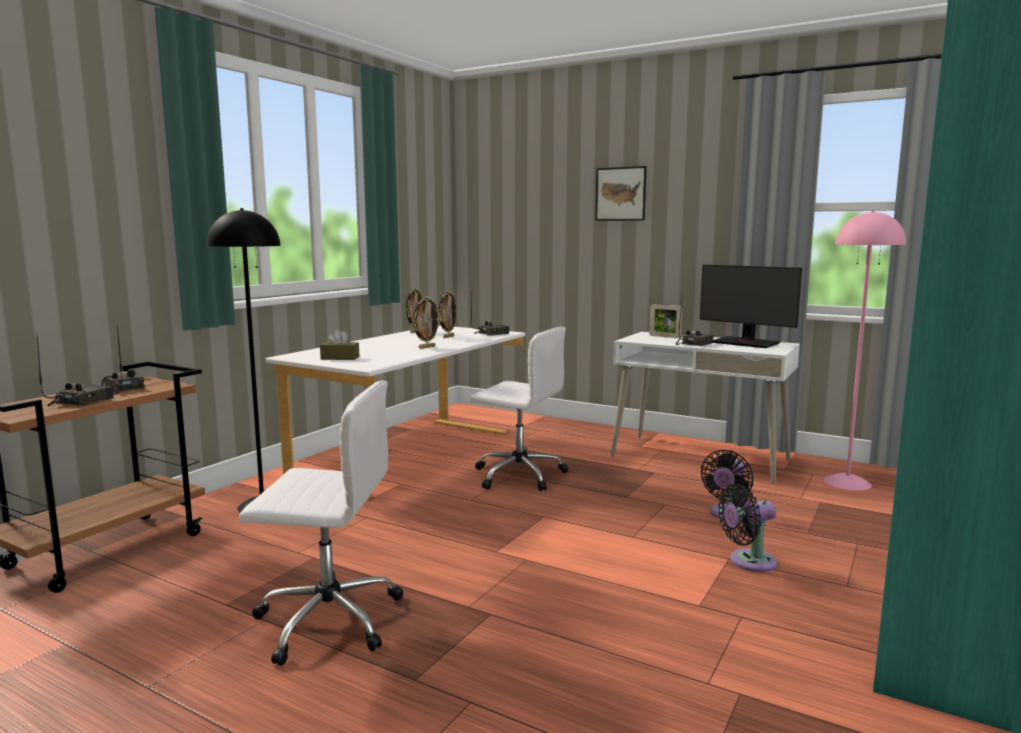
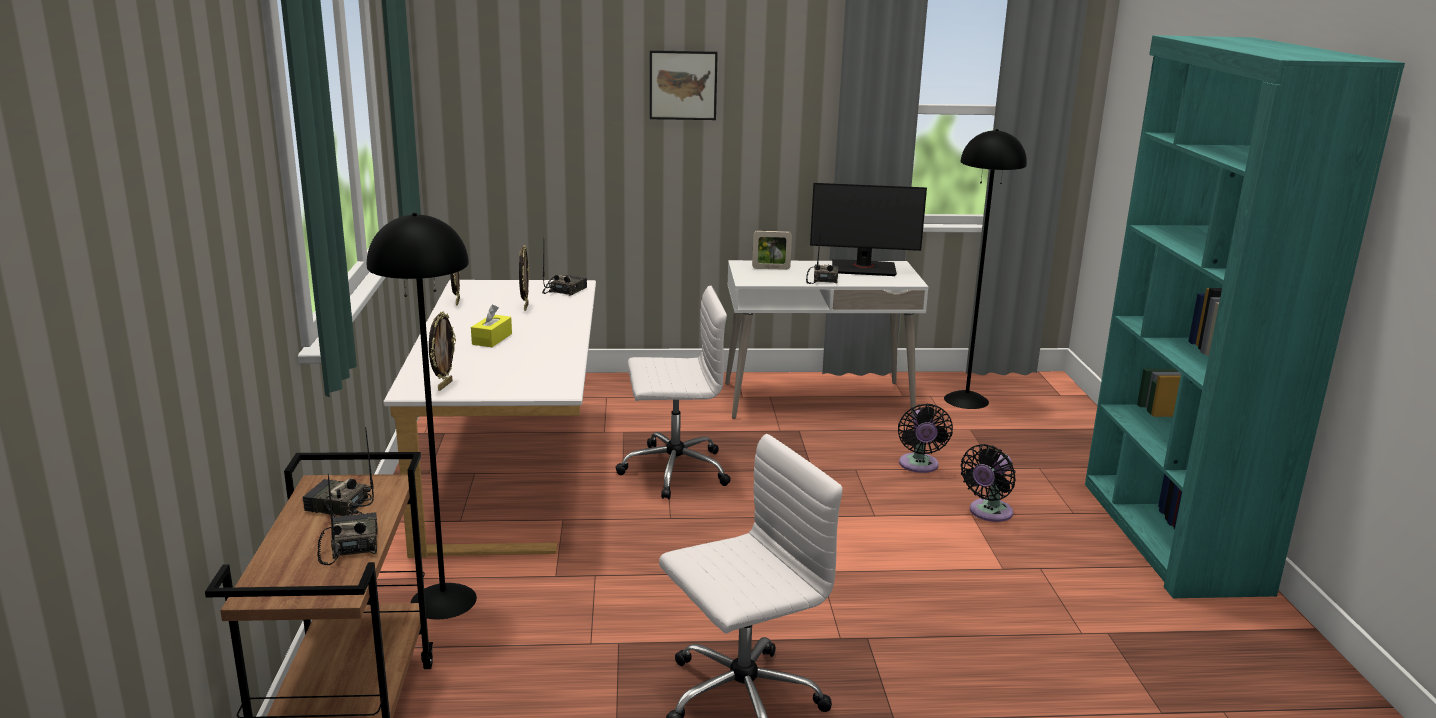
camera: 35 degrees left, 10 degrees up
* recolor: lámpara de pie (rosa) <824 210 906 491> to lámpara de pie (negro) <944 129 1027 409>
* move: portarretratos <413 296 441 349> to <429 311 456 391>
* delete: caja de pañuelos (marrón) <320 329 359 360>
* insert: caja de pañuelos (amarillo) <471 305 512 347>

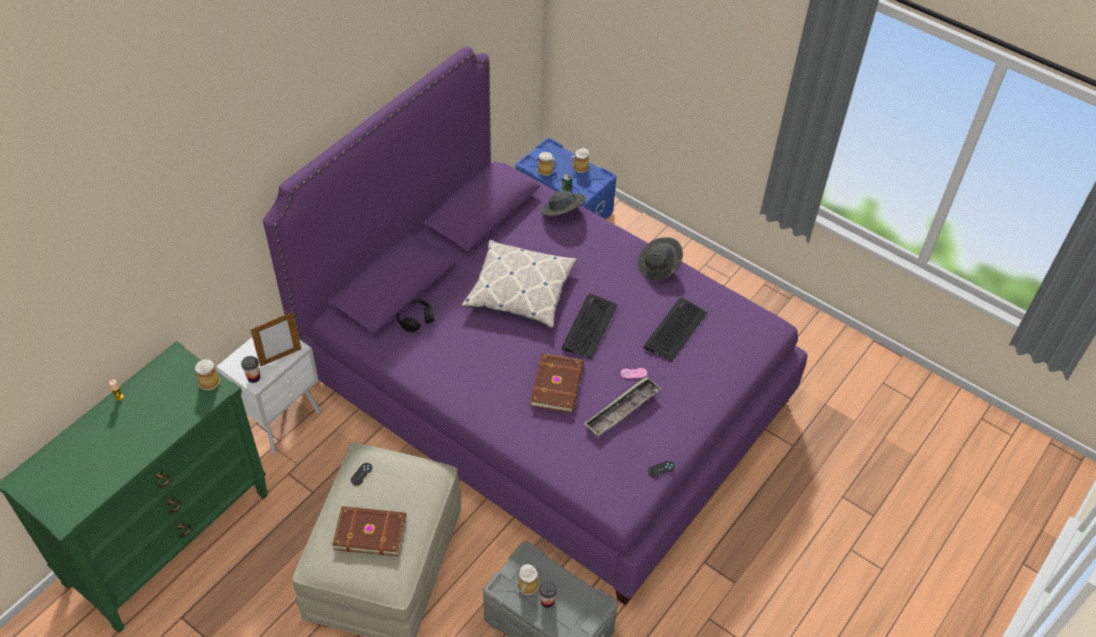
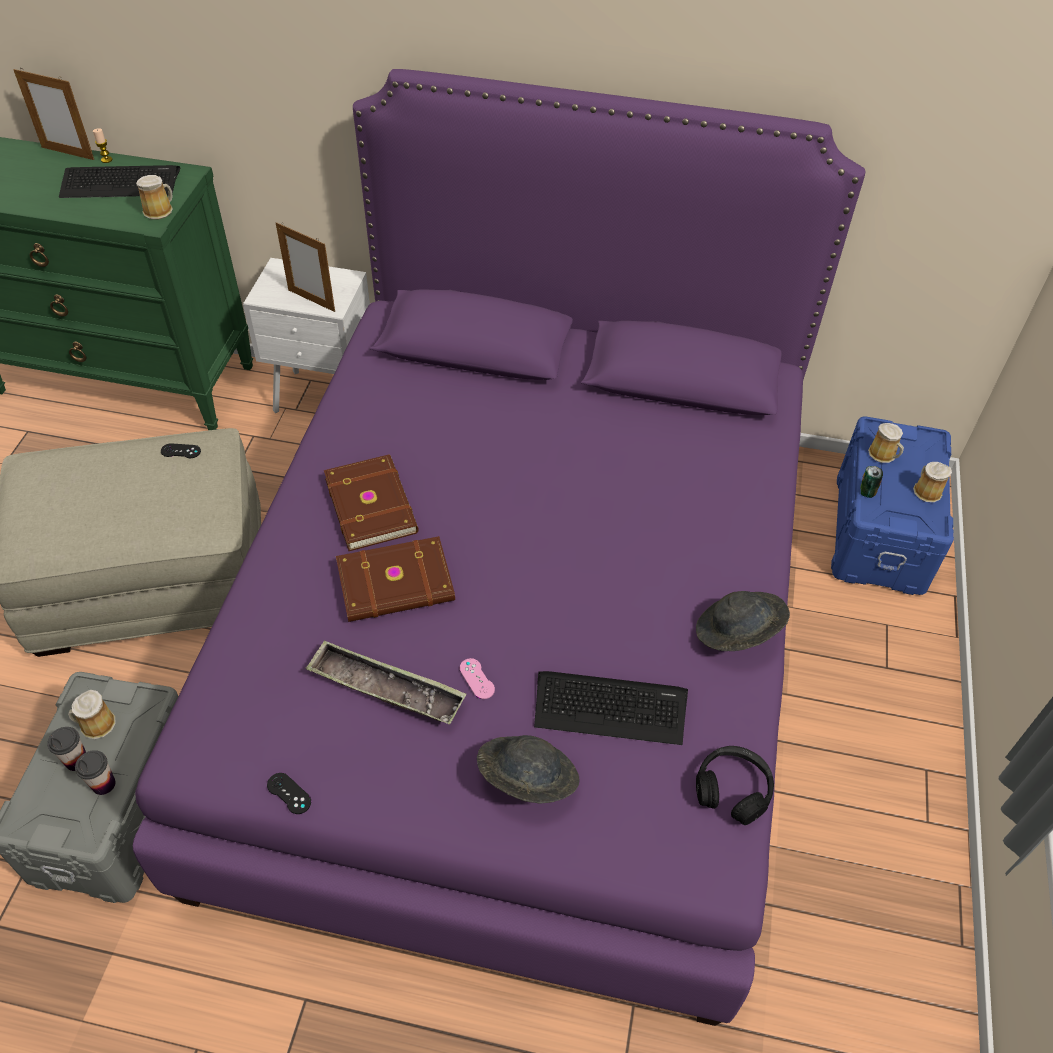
camera: 65 degrees right, 0 degrees up
* move: sombrero (gris) <541 190 586 216> to <477 735 579 803>
* delete: cojín <462 240 577 328>
* move: teclado <562 293 618 359> to <59 165 180 198>
* move: auriculares (negro) <396 299 434 332> to <696 746 774 825>
* move: taza <241 356 260 383> to <75 750 115 795>
* move: libro (marrón) <332 506 406 556> to <324 455 419 551>
* insert: portarretratos <13 69 94 160>

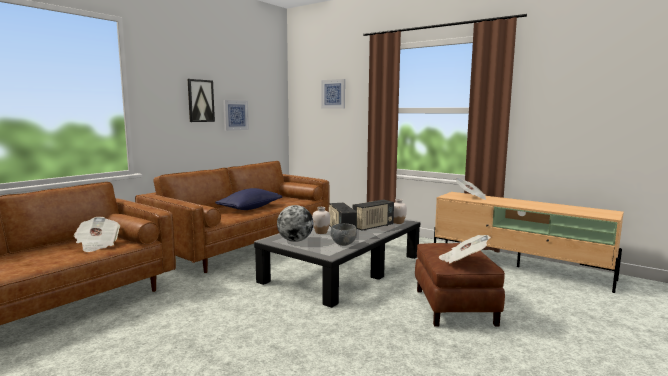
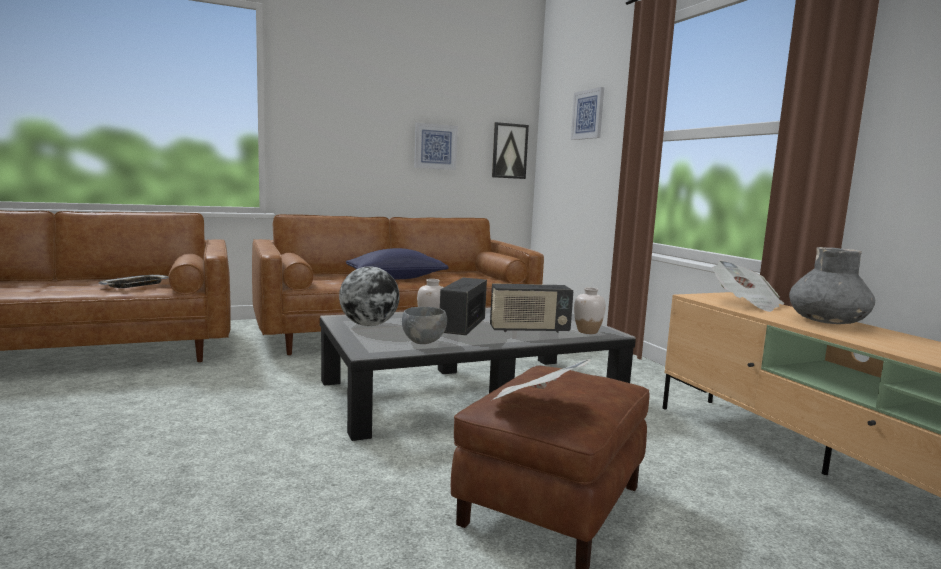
camera: 30 degrees right, 0 degrees up
* move: cuadro <188 79 215 122> to <492 122 529 179>
* replace: periódico <74 217 120 252> to bandeja <98 275 169 288>
* insert: florero (gris) <789 247 875 324>

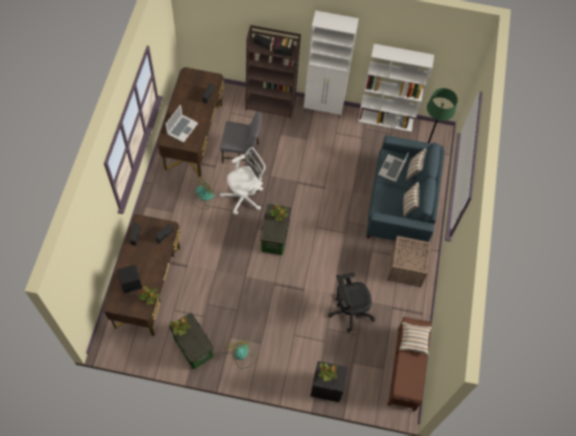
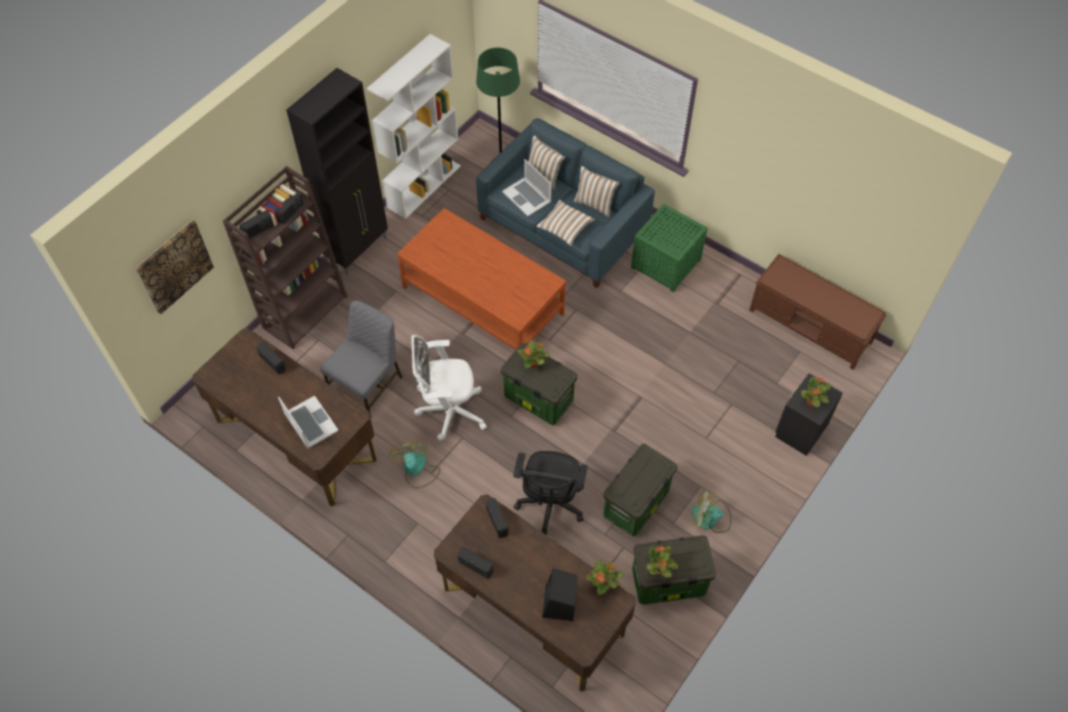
camera: 60 degrees left, 5 degrees down
* recolor: armario (blanco) <304 11 359 119> to armario (negro) <286 68 388 275>
* rotate: silla de oficina (blanco) <220 147 266 215> = <411 335 487 441> 90 degrees counterclockwise
* recolor: mesa auxiliar (marrón) <387 236 431 287> to mesa auxiliar (verde) <631 204 707 293>
* move: silla de oficina (negro) <328 273 376 333> to <513 451 588 535>
* move: cojín <399 322 432 356> to <536 200 595 246>
* insert: mesa de centro (marrón) <397 208 566 350>
* insert: cuadro <136 220 214 314>
* insert: caja de almacenaje <603 444 678 536>

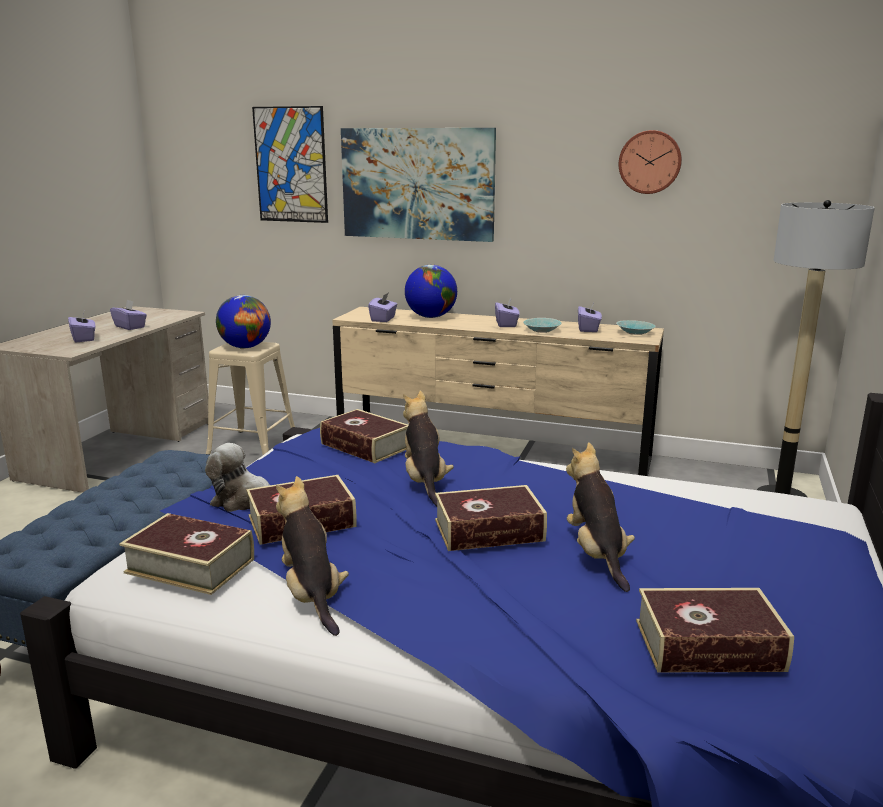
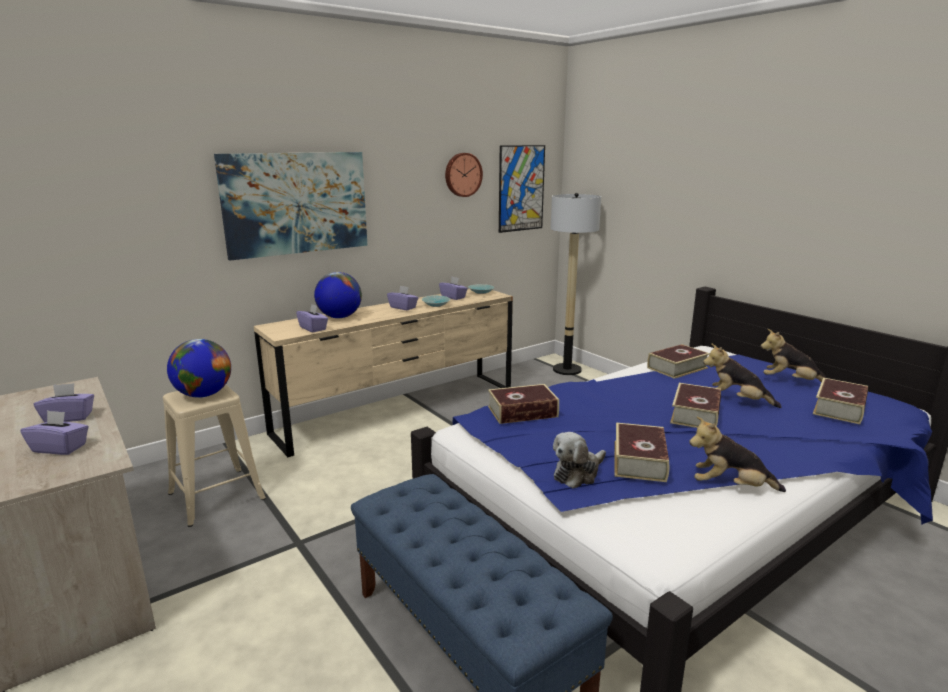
camera: 55 degrees left, 0 degrees up
* move: cuadro <252 106 328 223> to <499 145 545 233>
* move: peluche <403 391 454 506> to <761 329 826 382>
* move: libro <119 513 254 595> to <647 344 710 379>

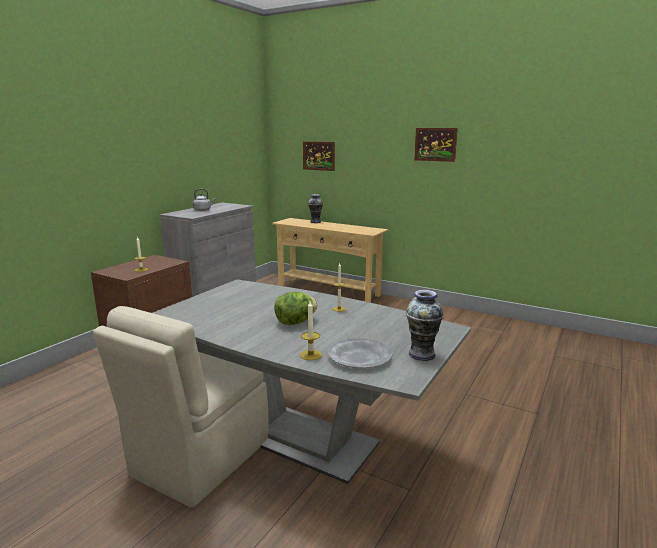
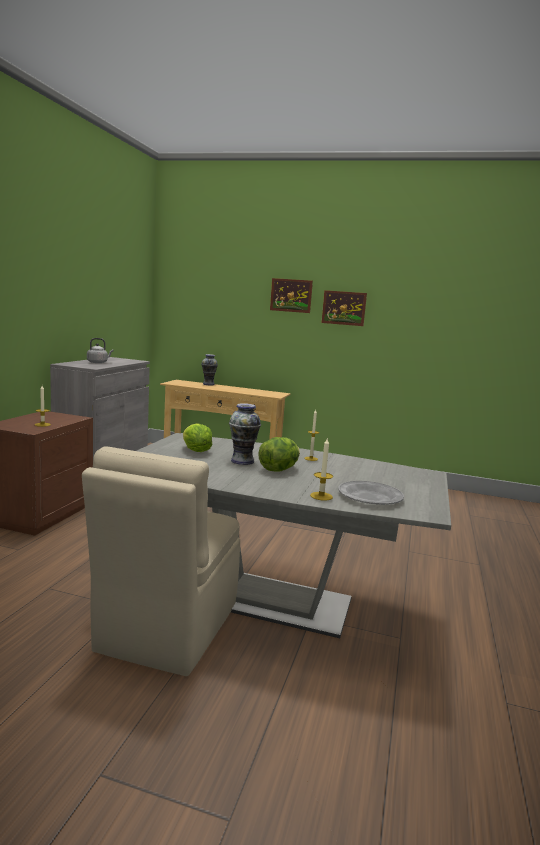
camera: 15 degrees left, 5 degrees down
* move: cuadro <303 141 335 171> to <270 278 313 313>
* move: florero <406 290 444 361> to <229 403 261 465>
* insert: lechuga <183 423 212 452>

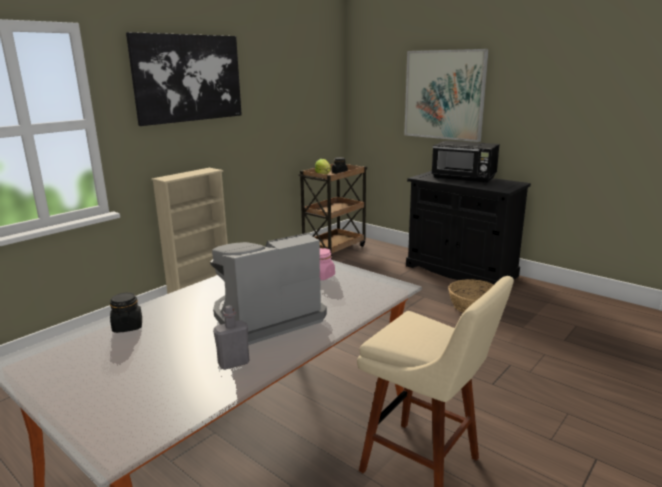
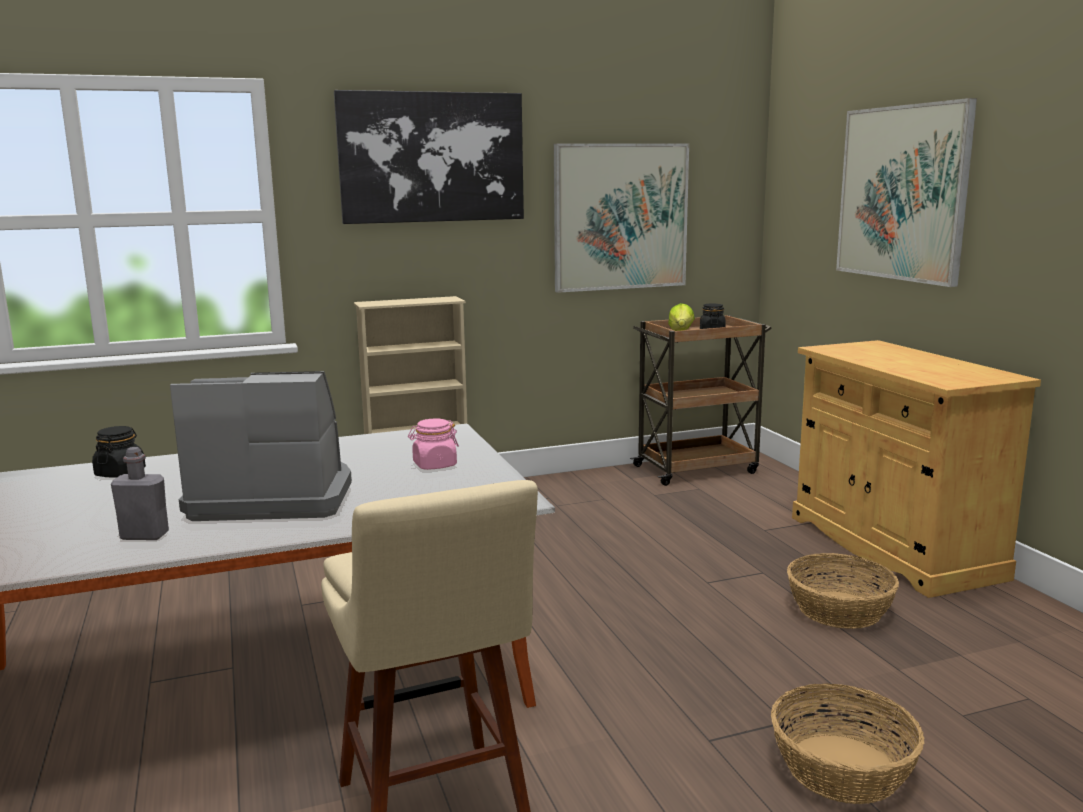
camera: 30 degrees right, 5 degrees down
* delete: microondas (negro) <431 141 500 183>
* recolor: armario (negro) <406 171 531 286> to armario (beis) <792 340 1041 598>
* insert: cuadro <554 143 689 293>
* insert: cesta <771 683 924 804>

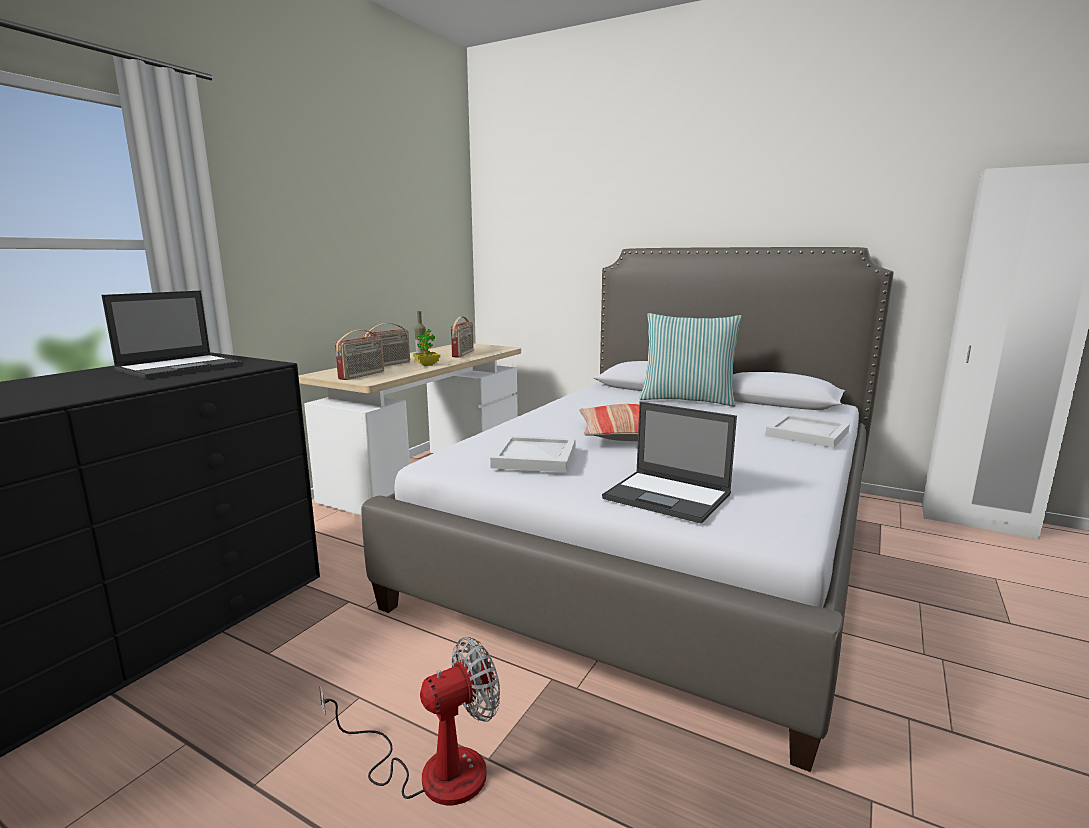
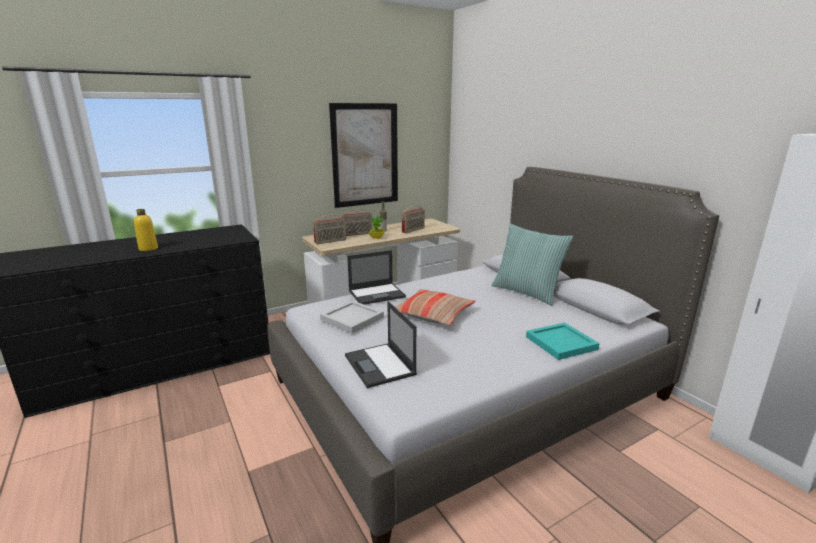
camera: 30 degrees right, 5 degrees up
* move: portátil <101 291 243 379> to <347 250 406 305>
* recolor: bandeja (blanco) <765 414 850 448> to bandeja (turquesa) <526 323 600 360>
* delete: ventilador <319 637 500 805>
* insert: cuadro <329 103 398 208>
* insert: botella (amarillo) <134 209 158 251>

